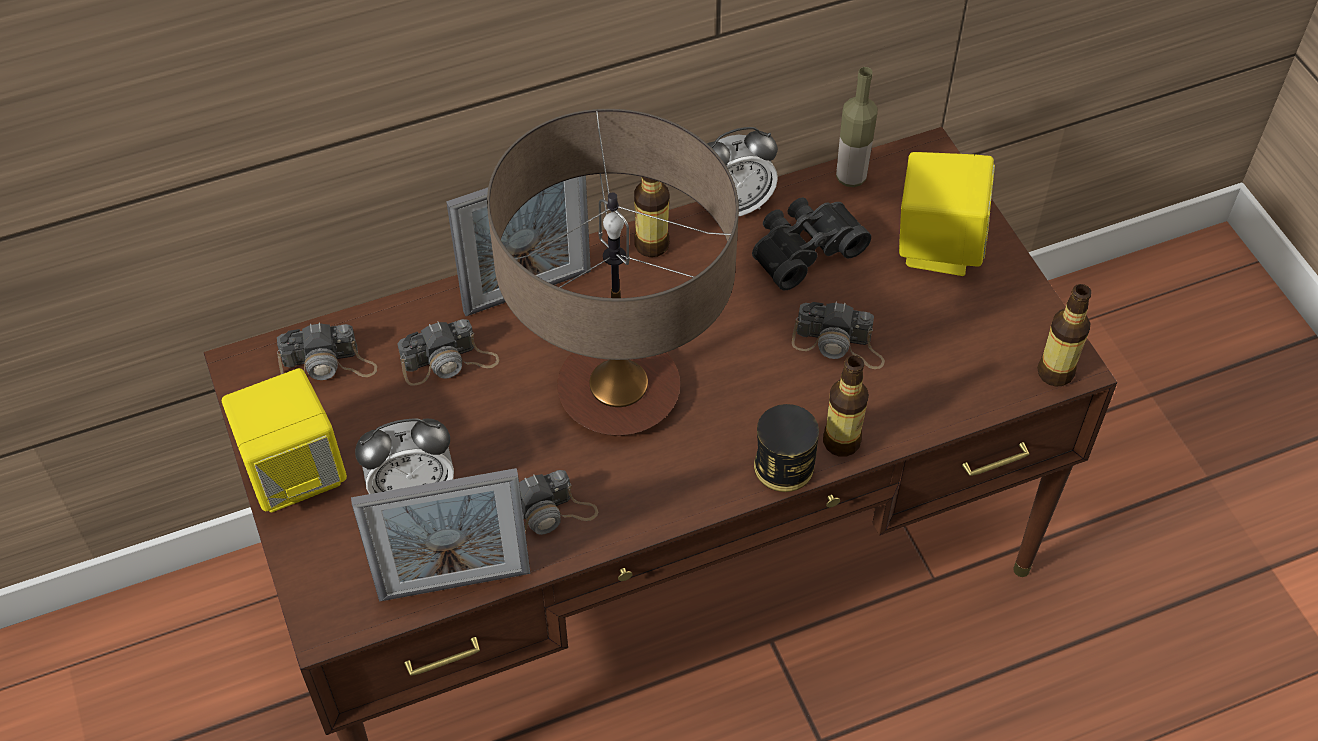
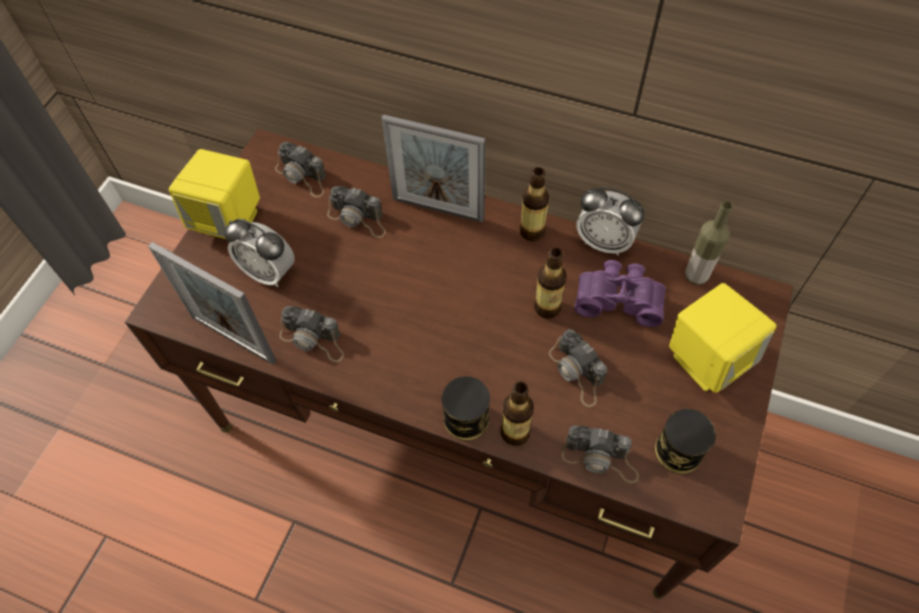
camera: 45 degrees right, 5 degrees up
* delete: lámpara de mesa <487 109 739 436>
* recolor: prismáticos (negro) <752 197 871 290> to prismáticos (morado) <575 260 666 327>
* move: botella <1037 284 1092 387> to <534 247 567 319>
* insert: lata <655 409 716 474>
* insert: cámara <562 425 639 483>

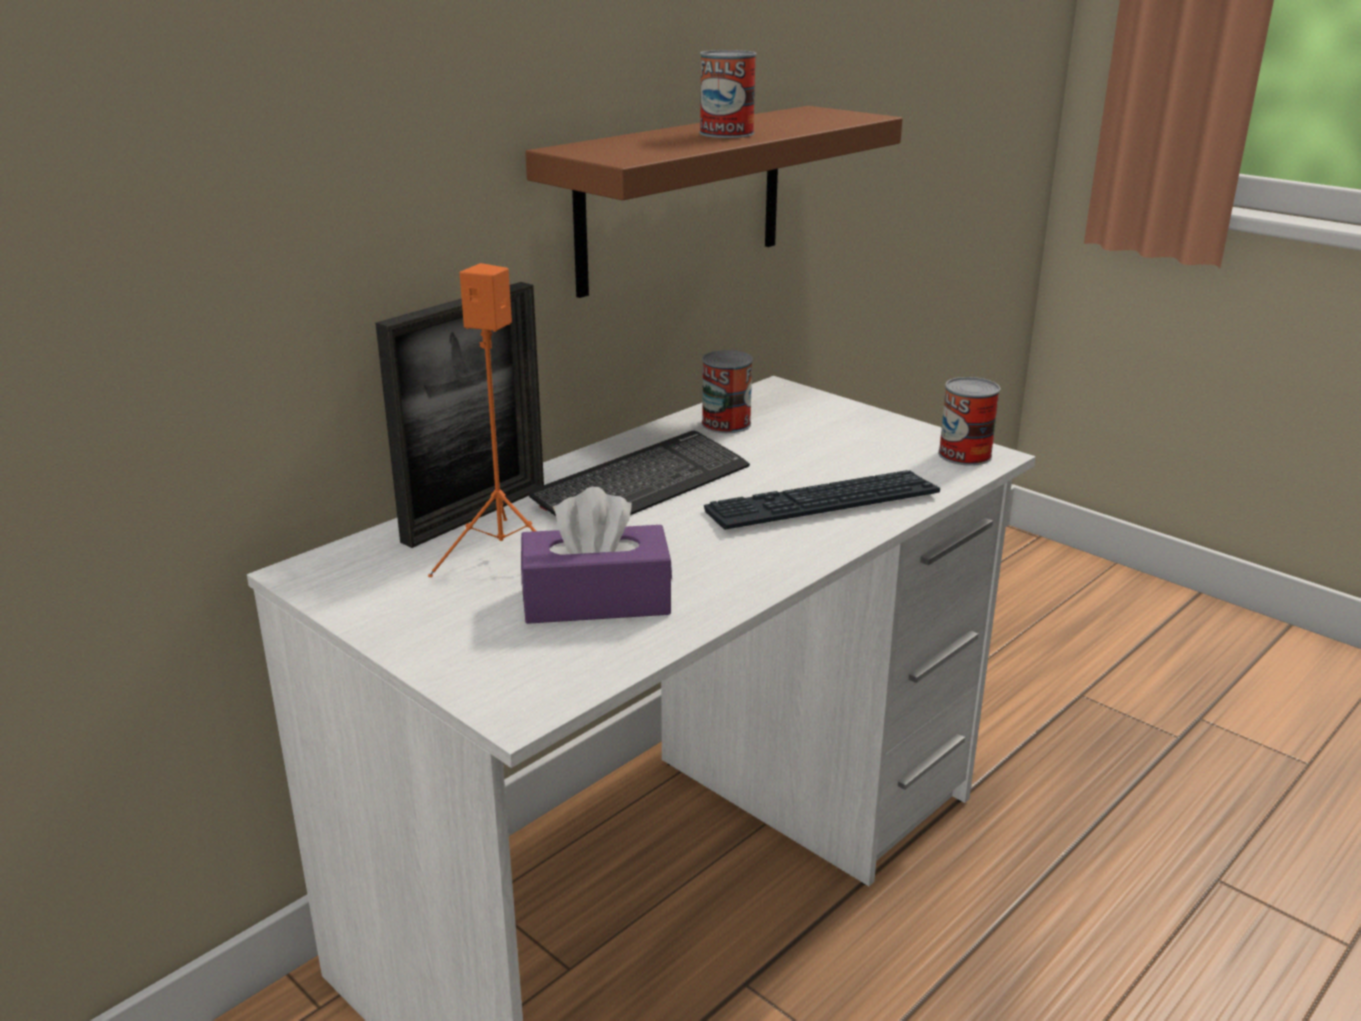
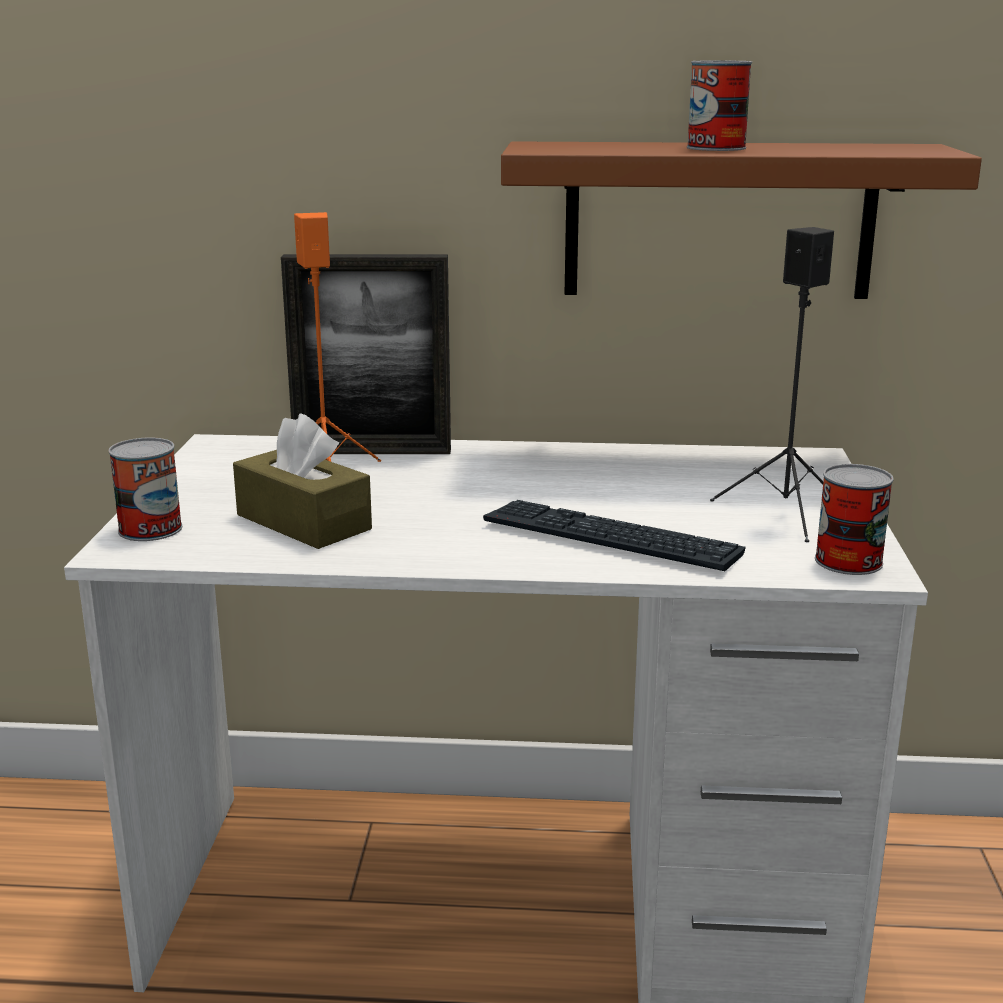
camera: 50 degrees right, 5 degrees down
* move: lata <702 350 753 433> to <108 438 182 541>
* delete: teclado <528 430 750 516>
* recolor: caja de pañuelos (morado) <521 487 672 624> to caja de pañuelos (marrón) <233 414 372 549>
* insert: altavoz (negro) <710 227 834 542>

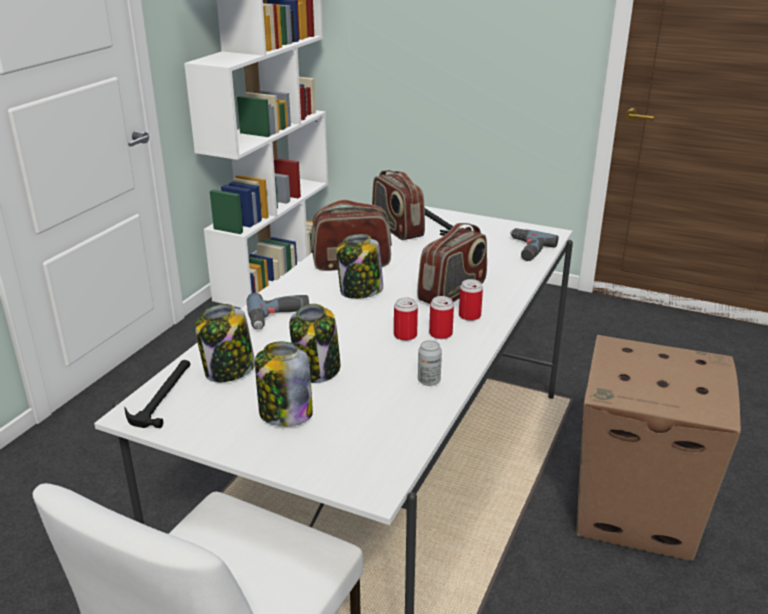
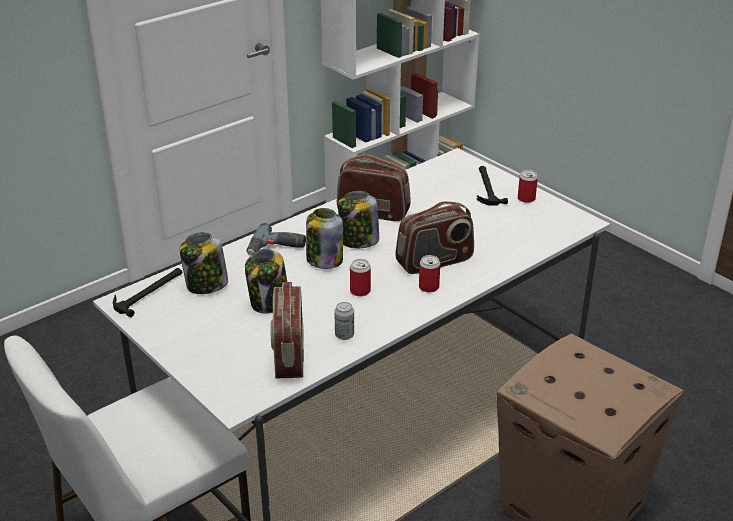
camera: 25 degrees right, 5 degrees up
* move: radio <372 170 425 240> to <270 282 304 379>
* delete: taladro <510 228 559 261>
* move: lata <429 296 454 339> to <518 170 538 203>
* move: tarro <255 342 313 426> to <306 208 343 269>

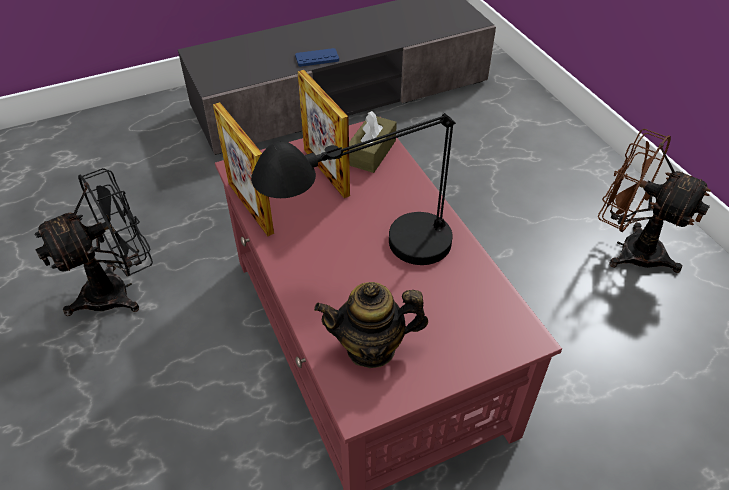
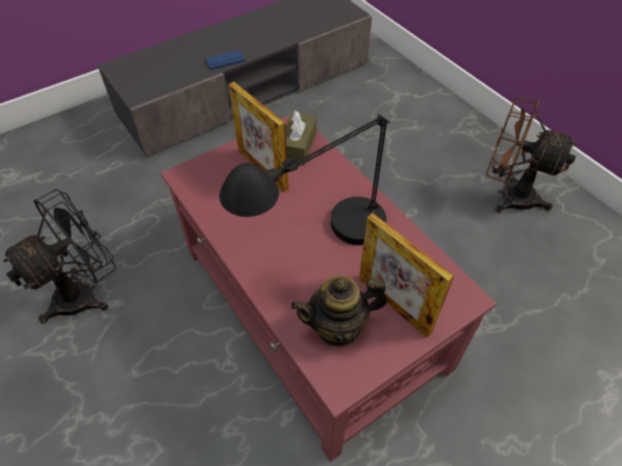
camera: 10 degrees left, 5 degrees up
* move: portarretratos <213 102 274 236> to <359 213 454 338>

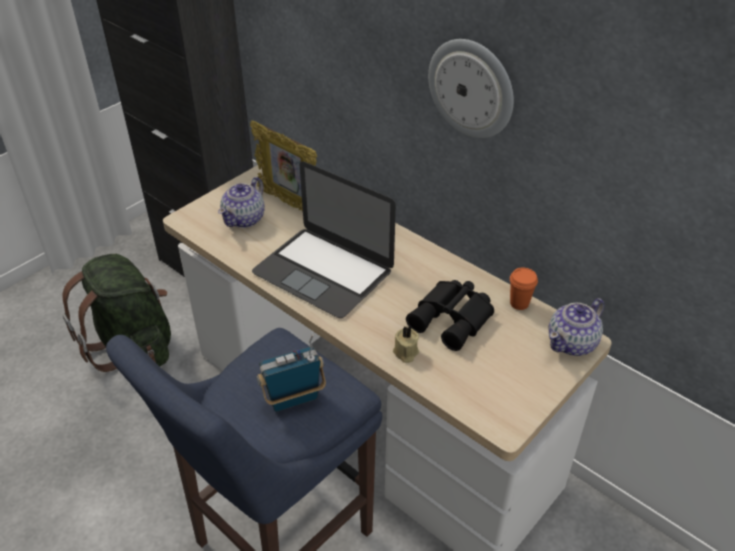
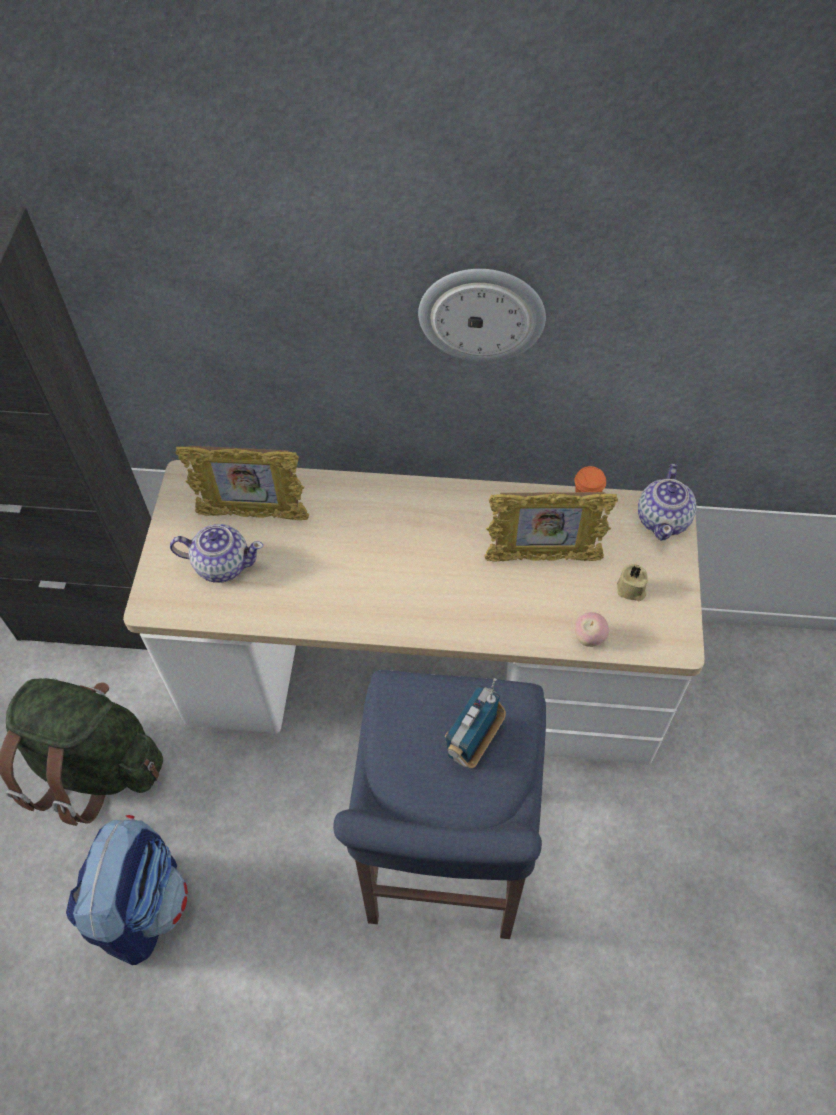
camera: 35 degrees left, 15 degrees up
* delete: portátil <252 161 396 318>
* rotate: tetera <218 177 265 228> = <170 524 263 583> 75 degrees counterclockwise
* replace: prismáticos (negro) <406 280 494 351> to portarretratos <485 492 618 562>
* move: vela (beis) <393 326 419 363> to <617 564 648 601>
* insert: manzana <575 612 609 647>
* insert: mochila <66 815 188 965>

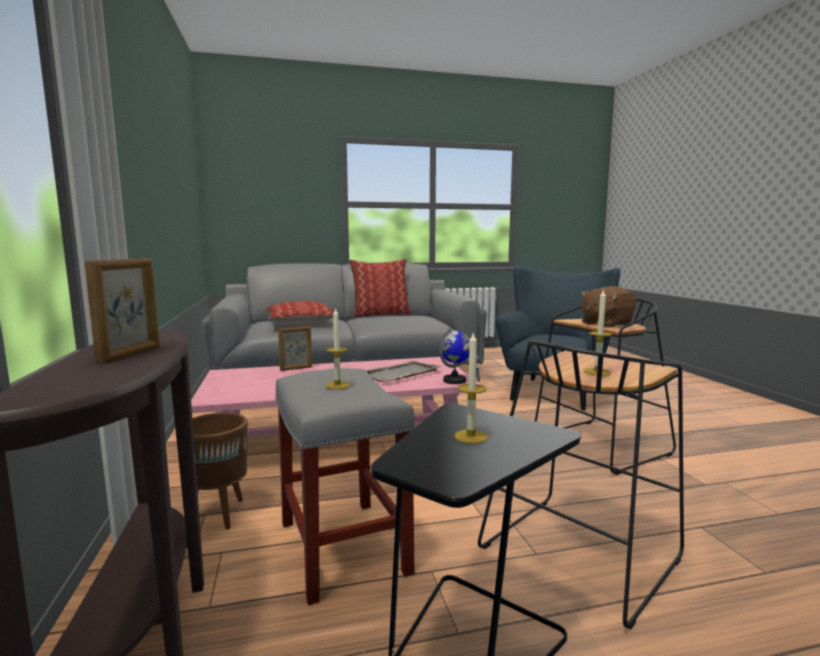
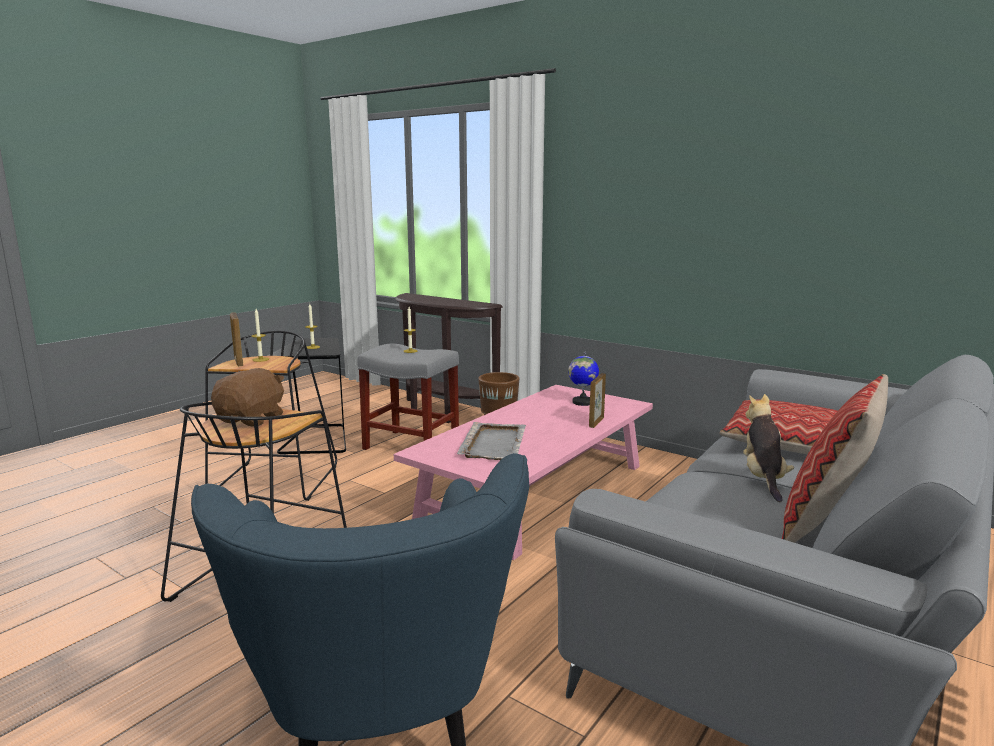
camera: 140 degrees right, 5 degrees up
* move: portarretratos <85 258 160 363> to <230 312 243 366>
* move: globo terráqueo <439 328 470 384> to <568 351 599 406>
* insert: peluche <743 394 794 502>

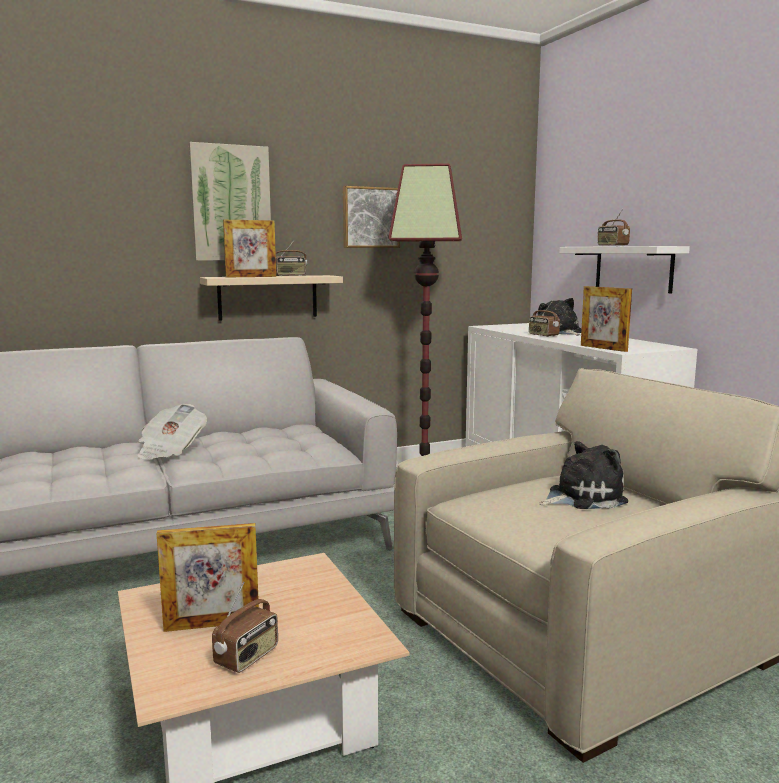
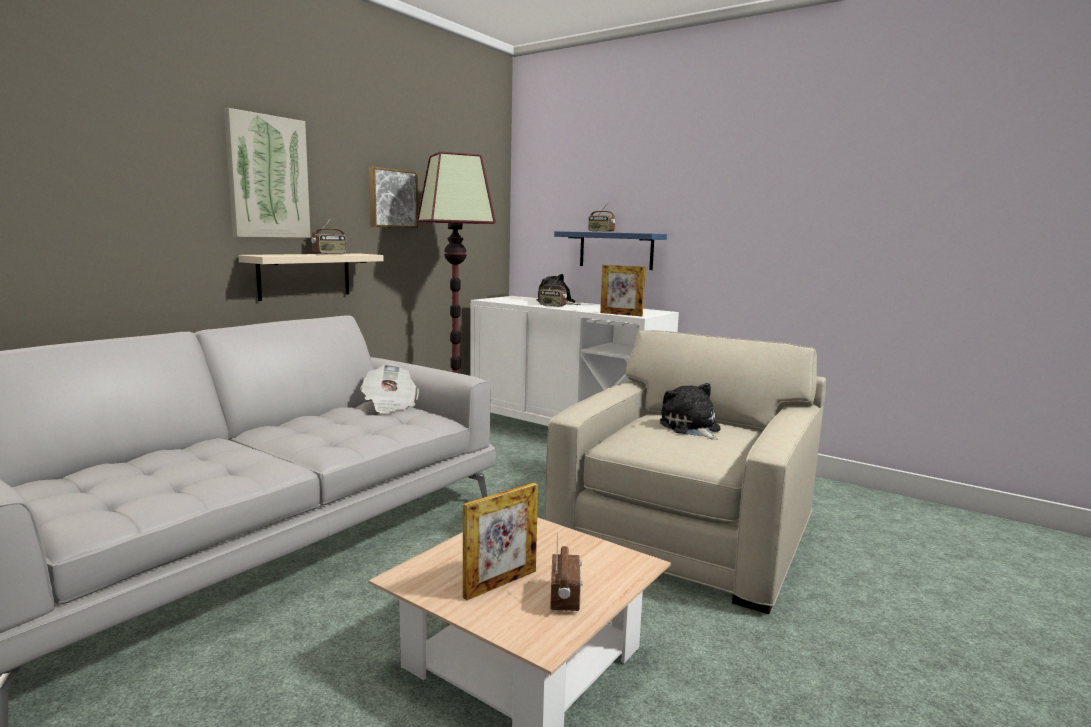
camera: 30 degrees left, 0 degrees up
* delete: portarretratos <223 220 276 278>
* recolor: estante (blanco) <559 246 690 293> to estante (azul) <554 231 667 270>
* move: periódico <138 404 207 459> to <360 364 419 413>
* rotate: peluche <539 441 628 509> = <660 383 721 440> 60 degrees counterclockwise

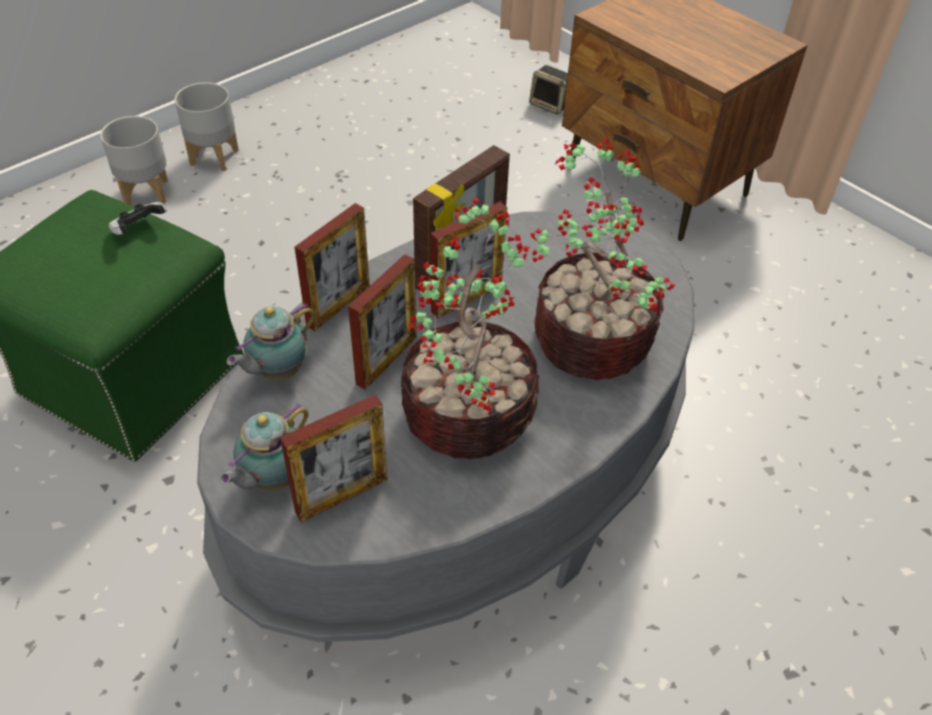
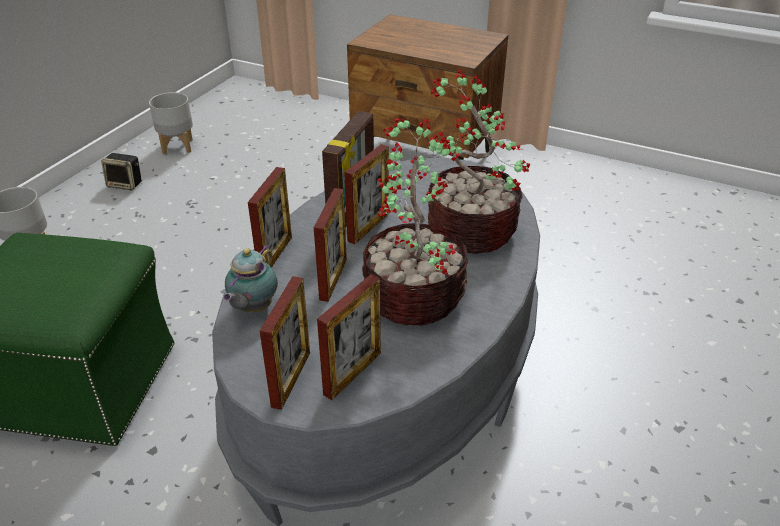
camera: 20 degrees left, 10 degrees down
* move: altavoz <529 65 568 115> to <101 153 142 191>
* move: maceta (gris) <175 82 239 171> to <149 92 193 155>
* delete: mando de consola <108 202 167 235>
* replace: tetera <219 403 309 491> to portarretratos <260 276 310 410>

